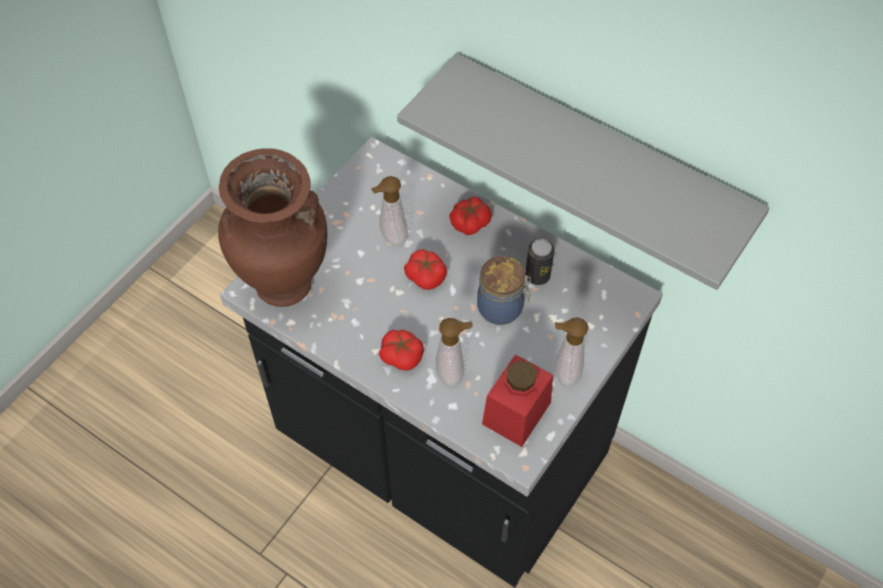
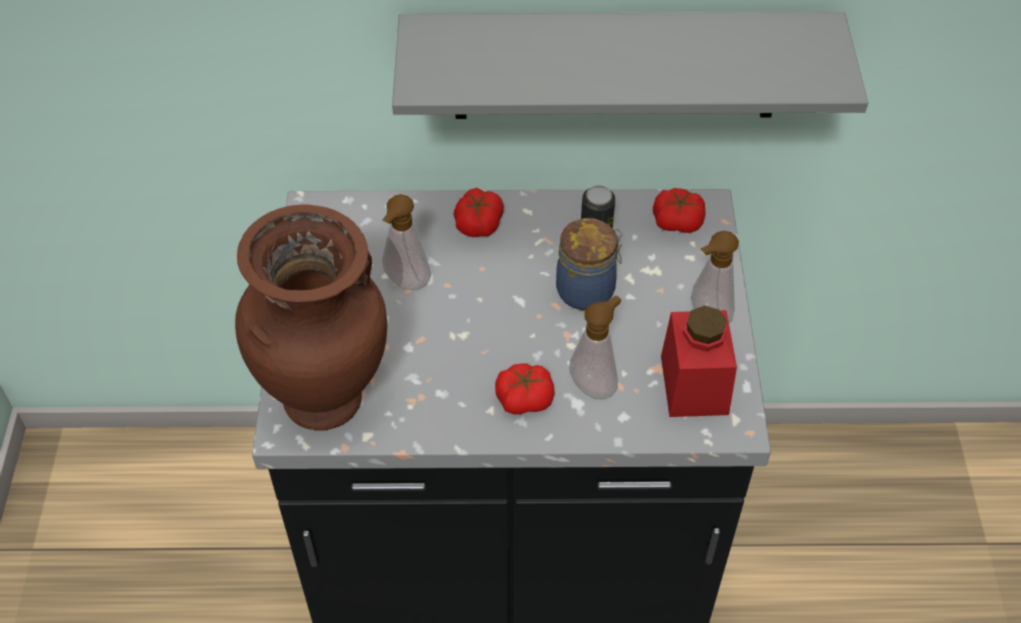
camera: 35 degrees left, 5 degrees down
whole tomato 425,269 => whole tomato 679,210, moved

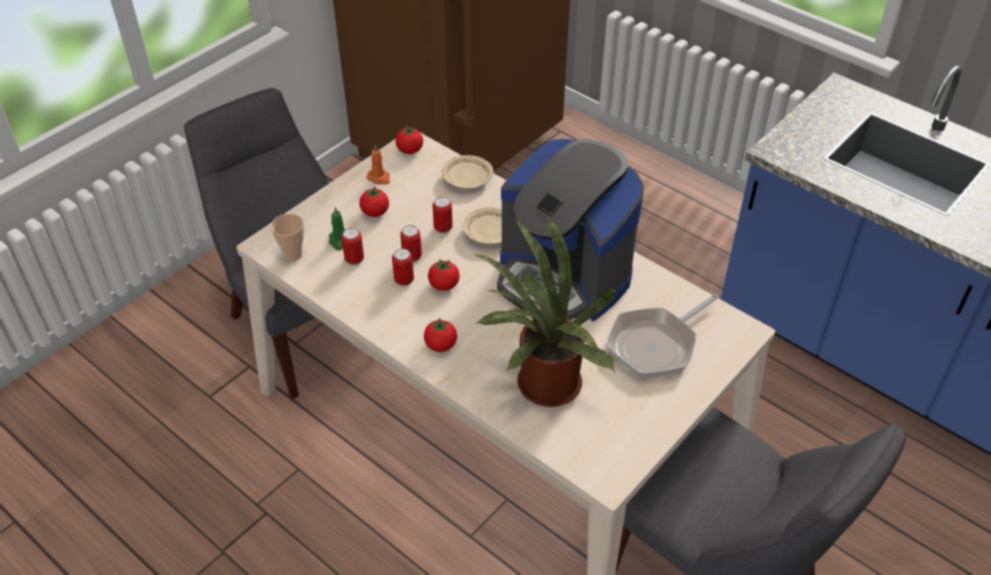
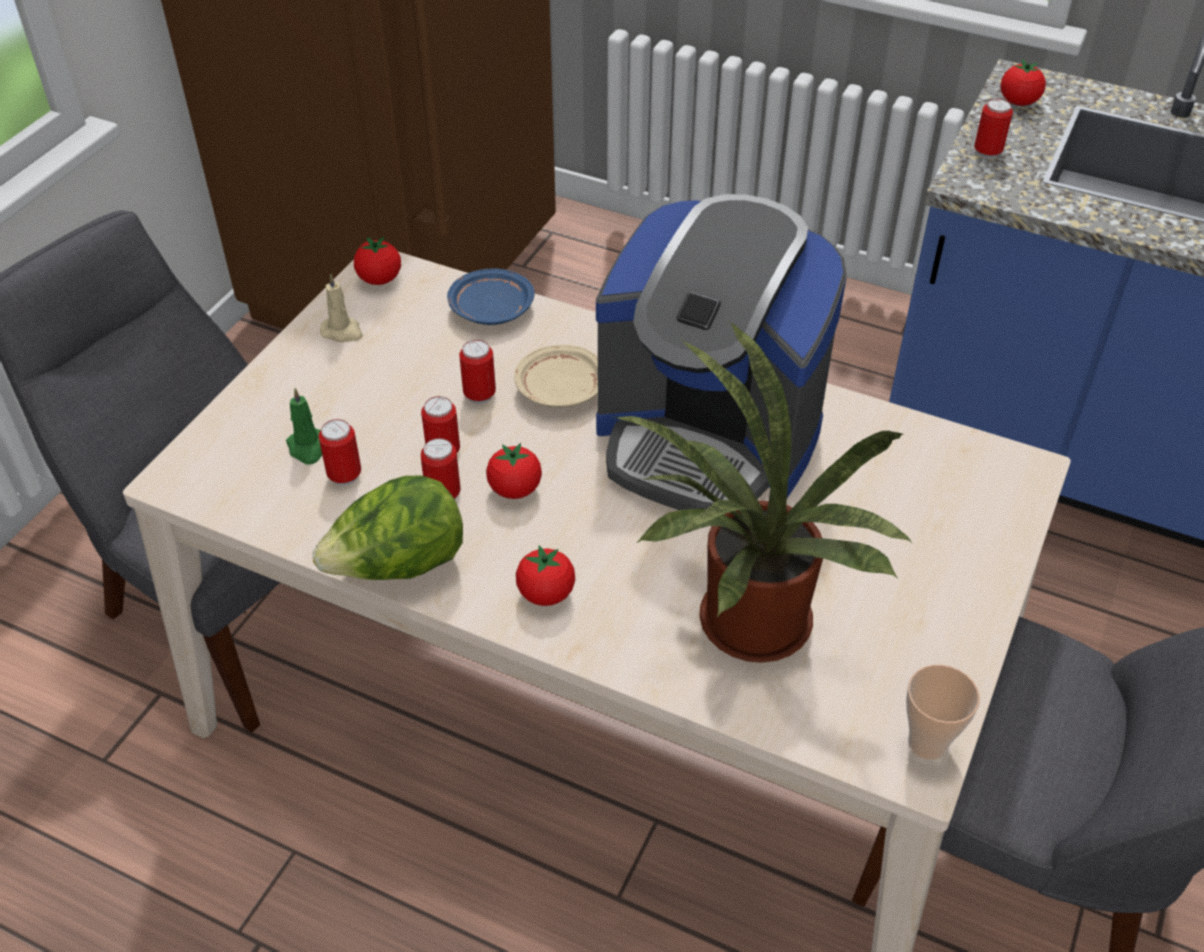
camera: 15 degrees left, 0 degrees up
small cup 287,237 => small cup 943,712, moved
whole tomato 374,201 => whole tomato 1023,82, moved
orangey wax candle 378,165 => beige-coloured wax candle 341,307
beige-coloured plate 467,172 => blue-coloured plate 491,296
skillet 663,336 => nothing
nothing => head of lettuce 387,527
nothing => can 993,128

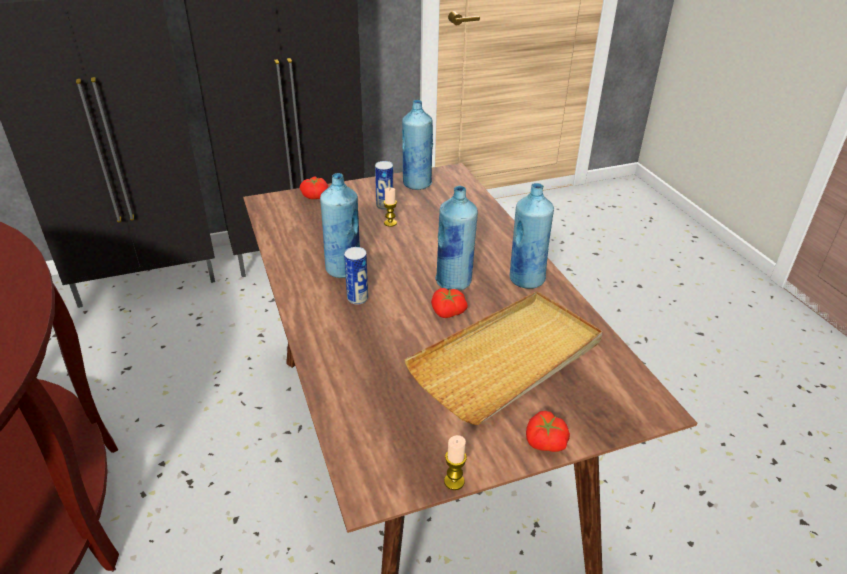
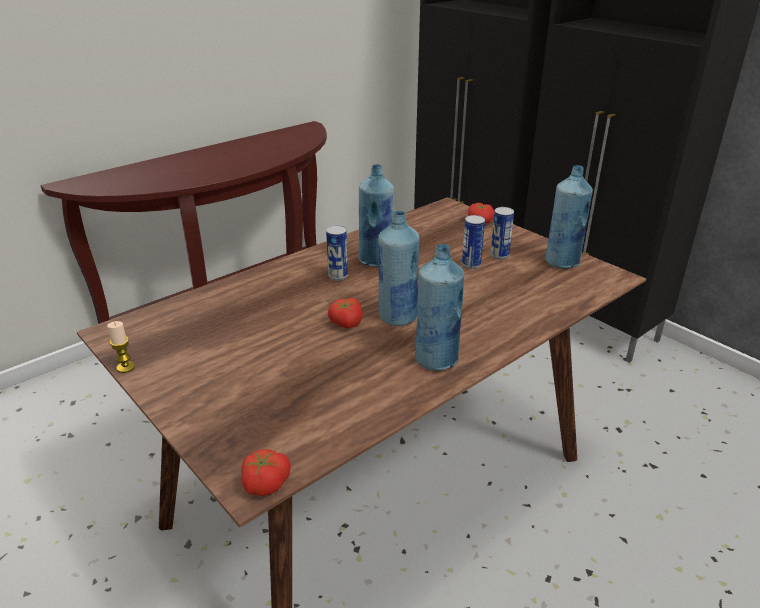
camera: 70 degrees right, 5 degrees down
wax candle 390,207 => can 473,242
beige-coloured tray 503,358 => nothing
whole tomato 548,431 => whole tomato 266,472, moved

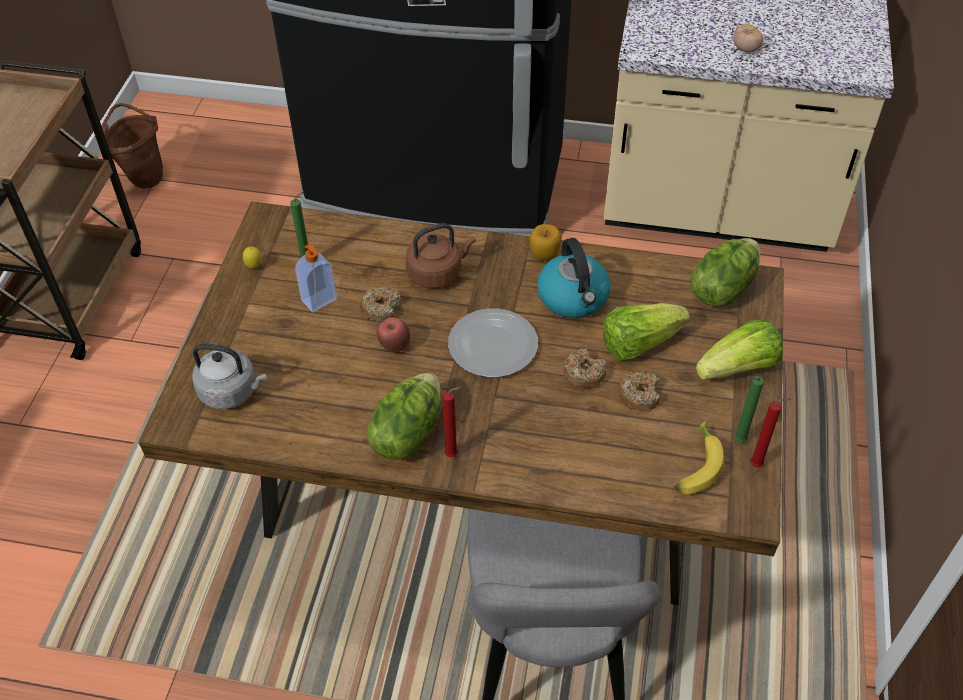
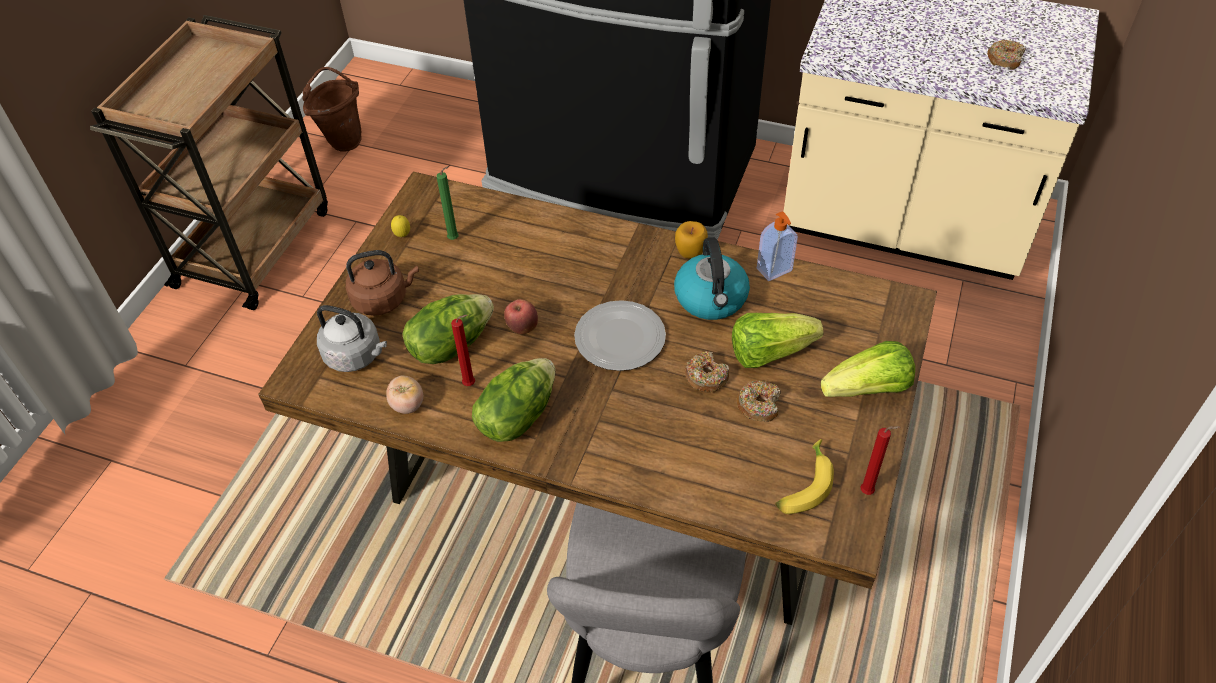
camera: 10 degrees right, 0 degrees up
liquid soap bottle 316,277 => liquid soap bottle 777,246, moved
doughnut 381,304 => doughnut 1006,55, moved
brown water kettle 441,255 => brown water kettle 382,283, moved
red-coloured wax candle 451,422 => red-coloured wax candle 463,350, moved
head of lettuce 725,272 => head of lettuce 448,329, moved
whole tomato 748,38 => whole tomato 404,394, moved
green-coloured wax candle 749,409 => nothing

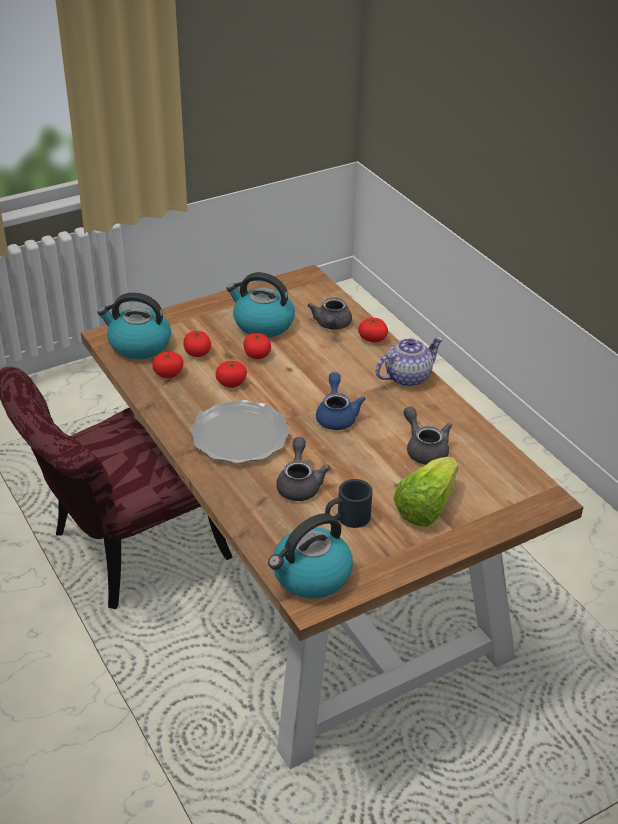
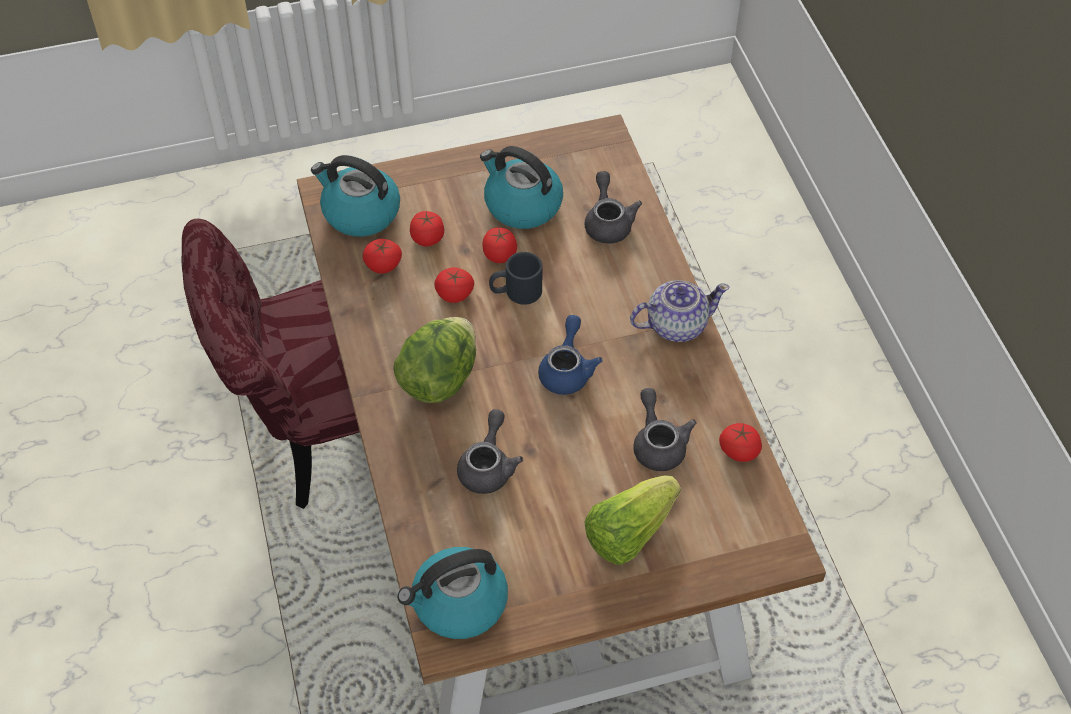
camera: 15 degrees right, 15 degrees up
plate 240,432 => head of lettuce 434,360
greyish teapot 329,313 => greyish teapot 613,207, 150 degrees clockwise
blackish mug 349,503 => blackish mug 516,278, moved
whole tomato 373,330 => whole tomato 740,442, moved

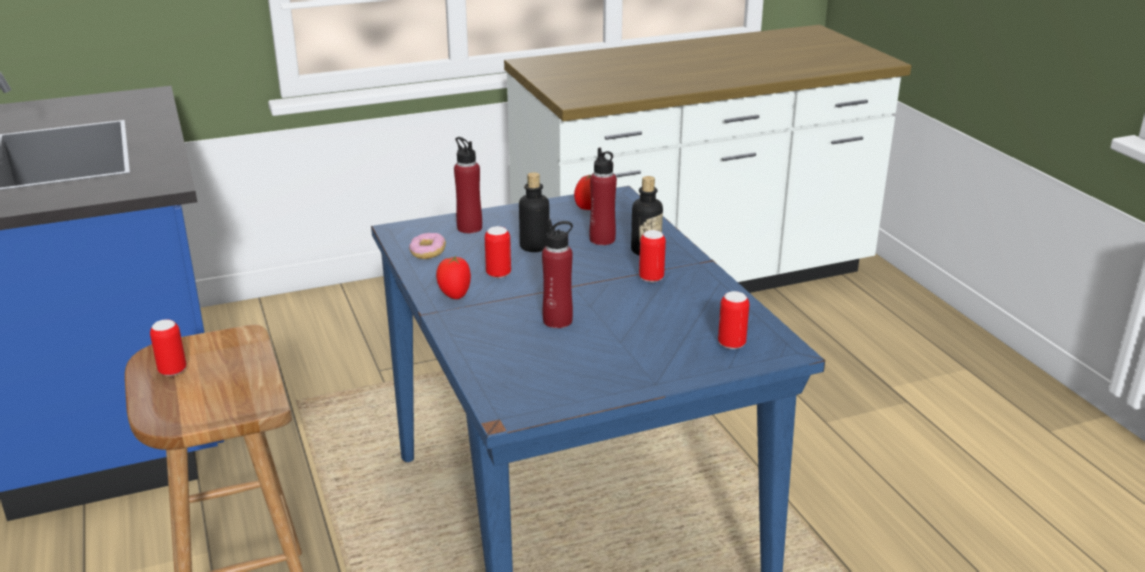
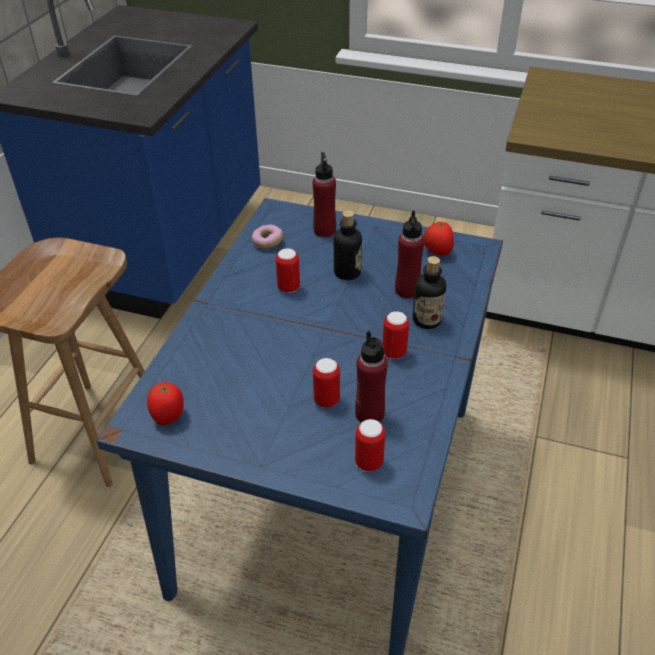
camera: 40 degrees right, 15 degrees up
can 168,347 => can 326,383, moved
whole tomato 453,277 => whole tomato 165,403, moved
red-coloured bottle 557,273 => red-coloured bottle 371,377, moved

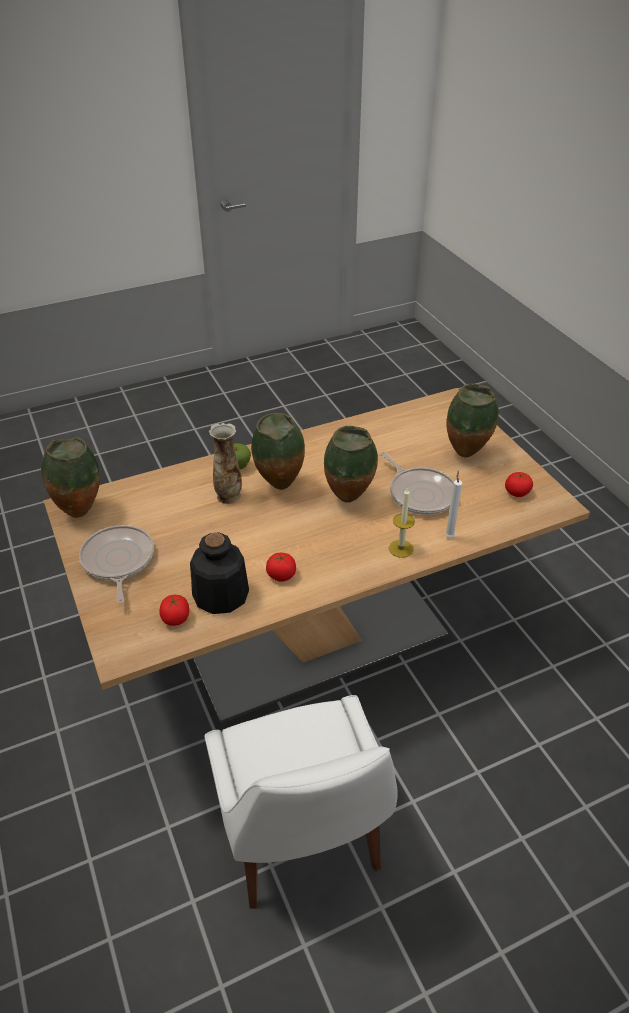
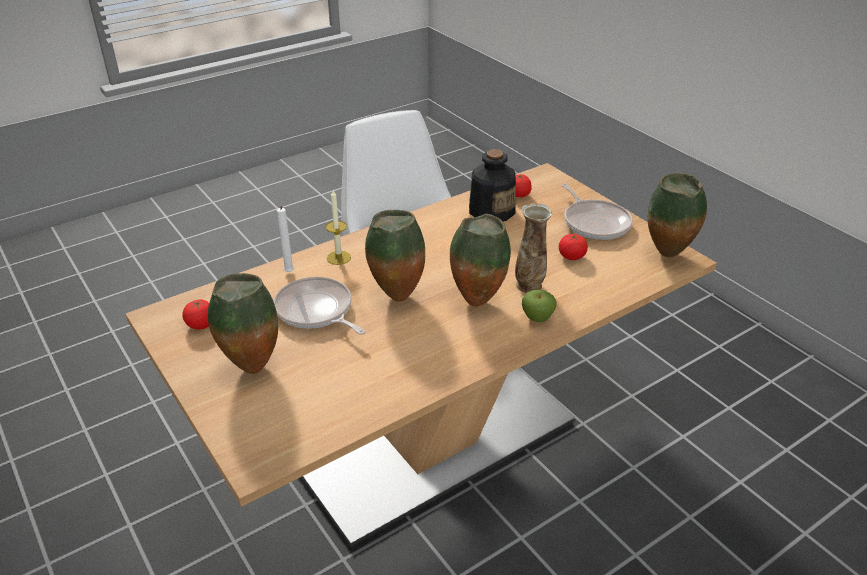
camera: 170 degrees right, 5 degrees down
whole tomato 281,567 => whole tomato 573,246, moved

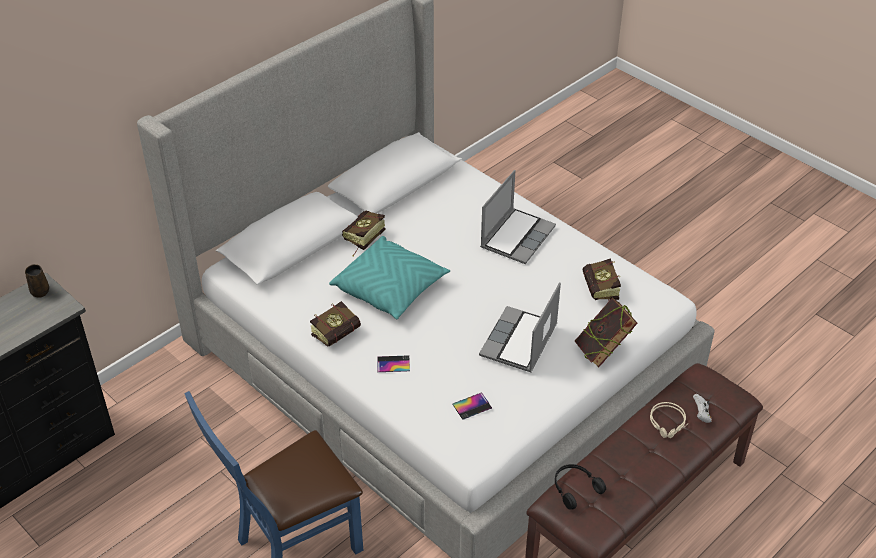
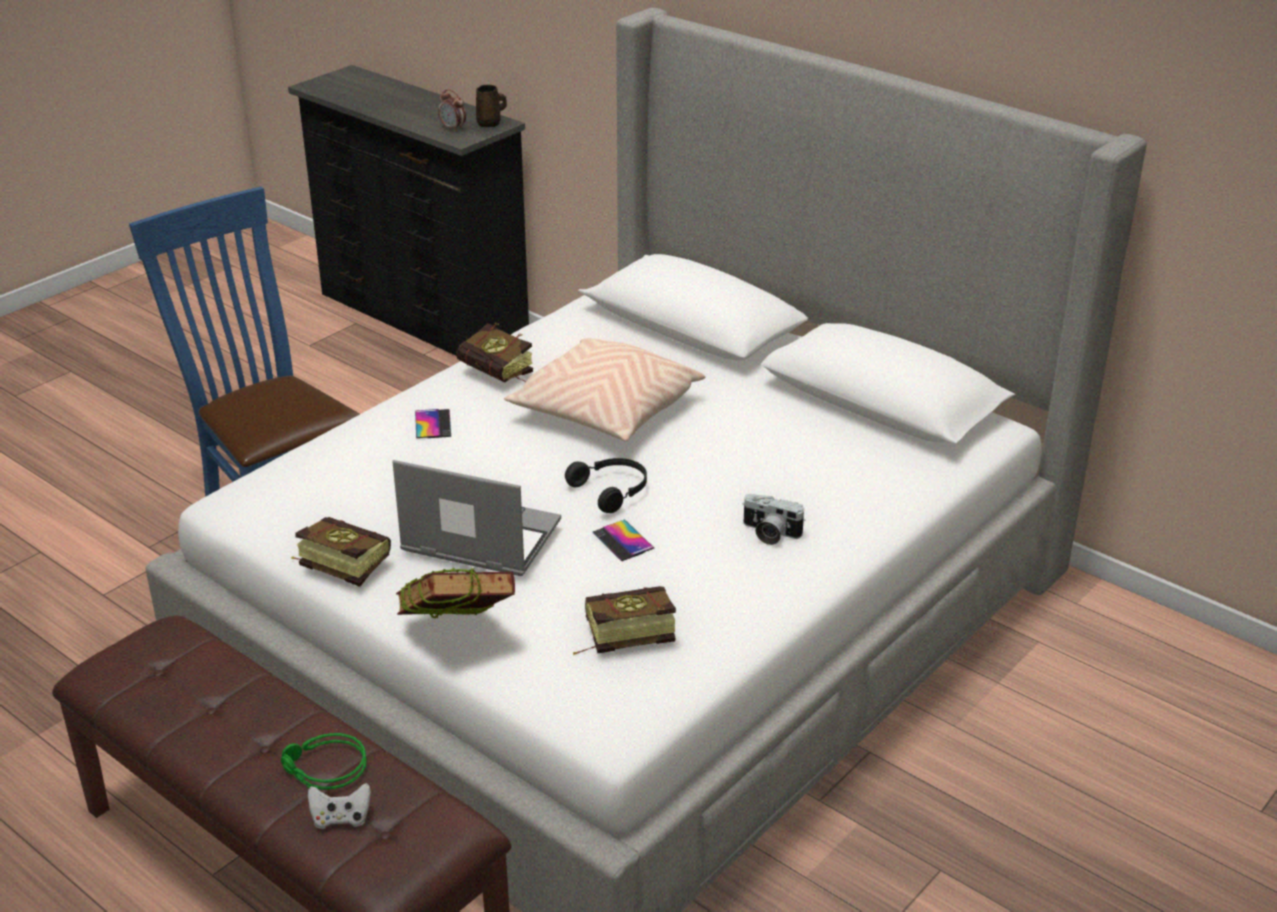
camera: 85 degrees right, 10 degrees down
turquoise throw pillow 389,277 => beige-coloured throw pillow 604,390
book 363,234 => book 341,552, moved
phone 472,406 => phone 623,540, moved
portable computer 518,217 => photo camera 773,519
blackish pair of headphones 580,487 => blackish pair of headphones 606,485, moved
beige-coloured pair of headphones 669,420 => green-coloured pair of headphones 324,761
nothing => bedside clock 452,110

